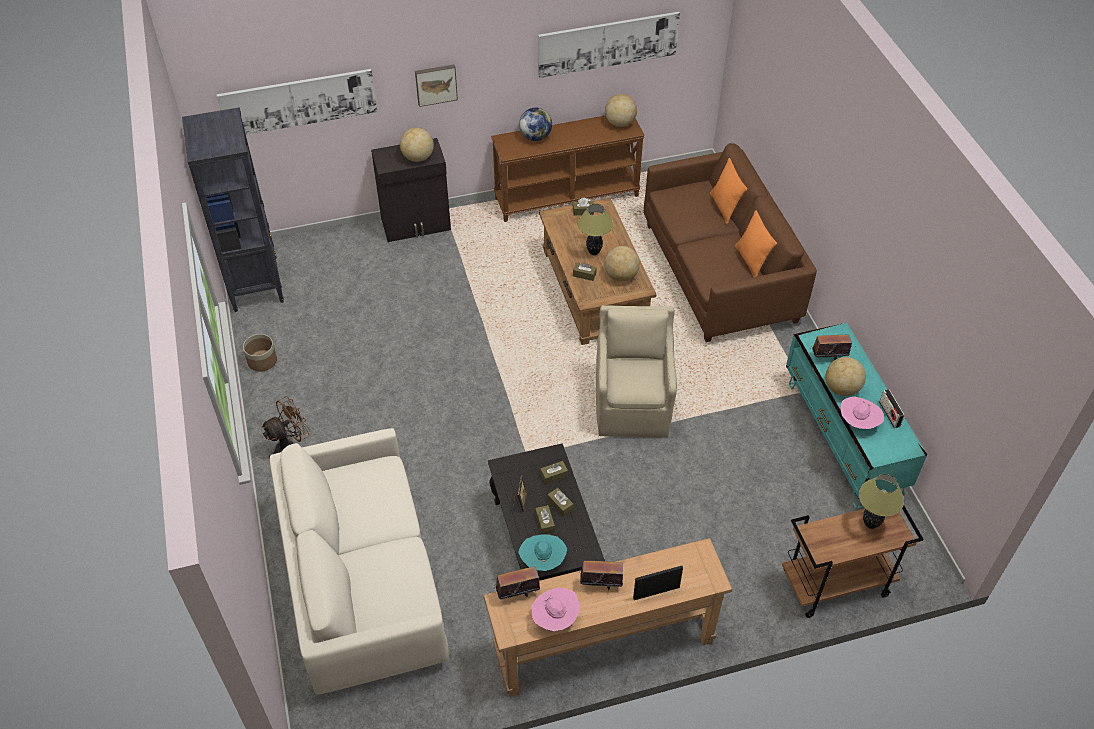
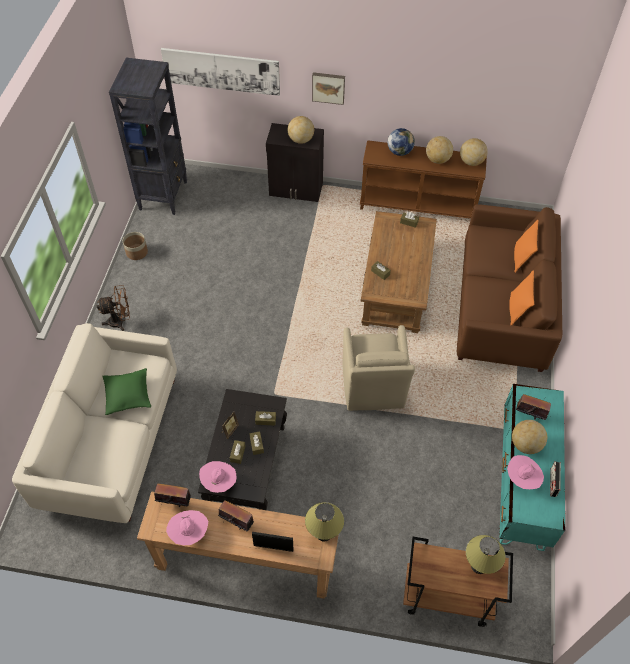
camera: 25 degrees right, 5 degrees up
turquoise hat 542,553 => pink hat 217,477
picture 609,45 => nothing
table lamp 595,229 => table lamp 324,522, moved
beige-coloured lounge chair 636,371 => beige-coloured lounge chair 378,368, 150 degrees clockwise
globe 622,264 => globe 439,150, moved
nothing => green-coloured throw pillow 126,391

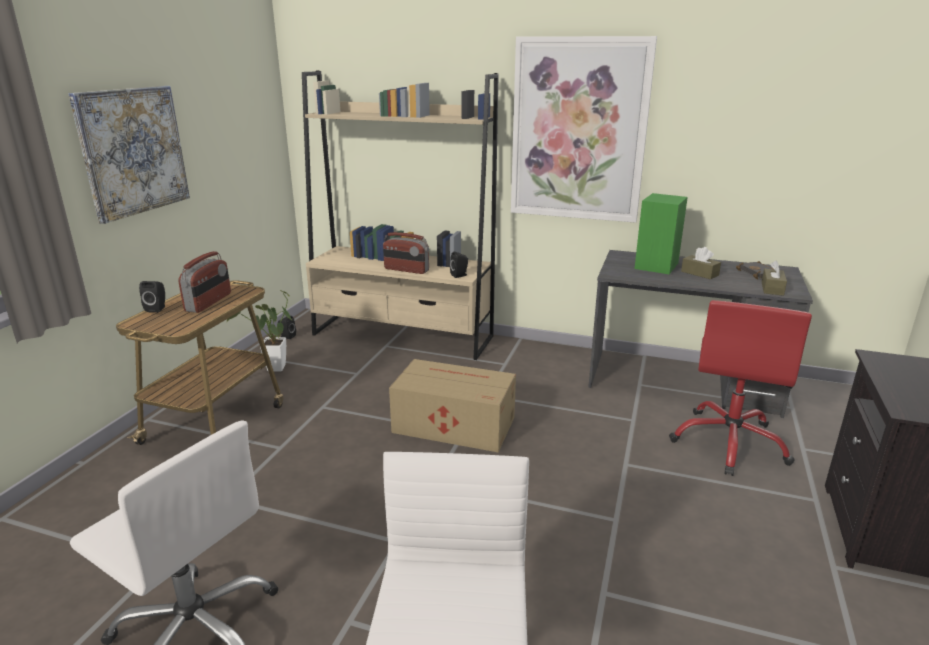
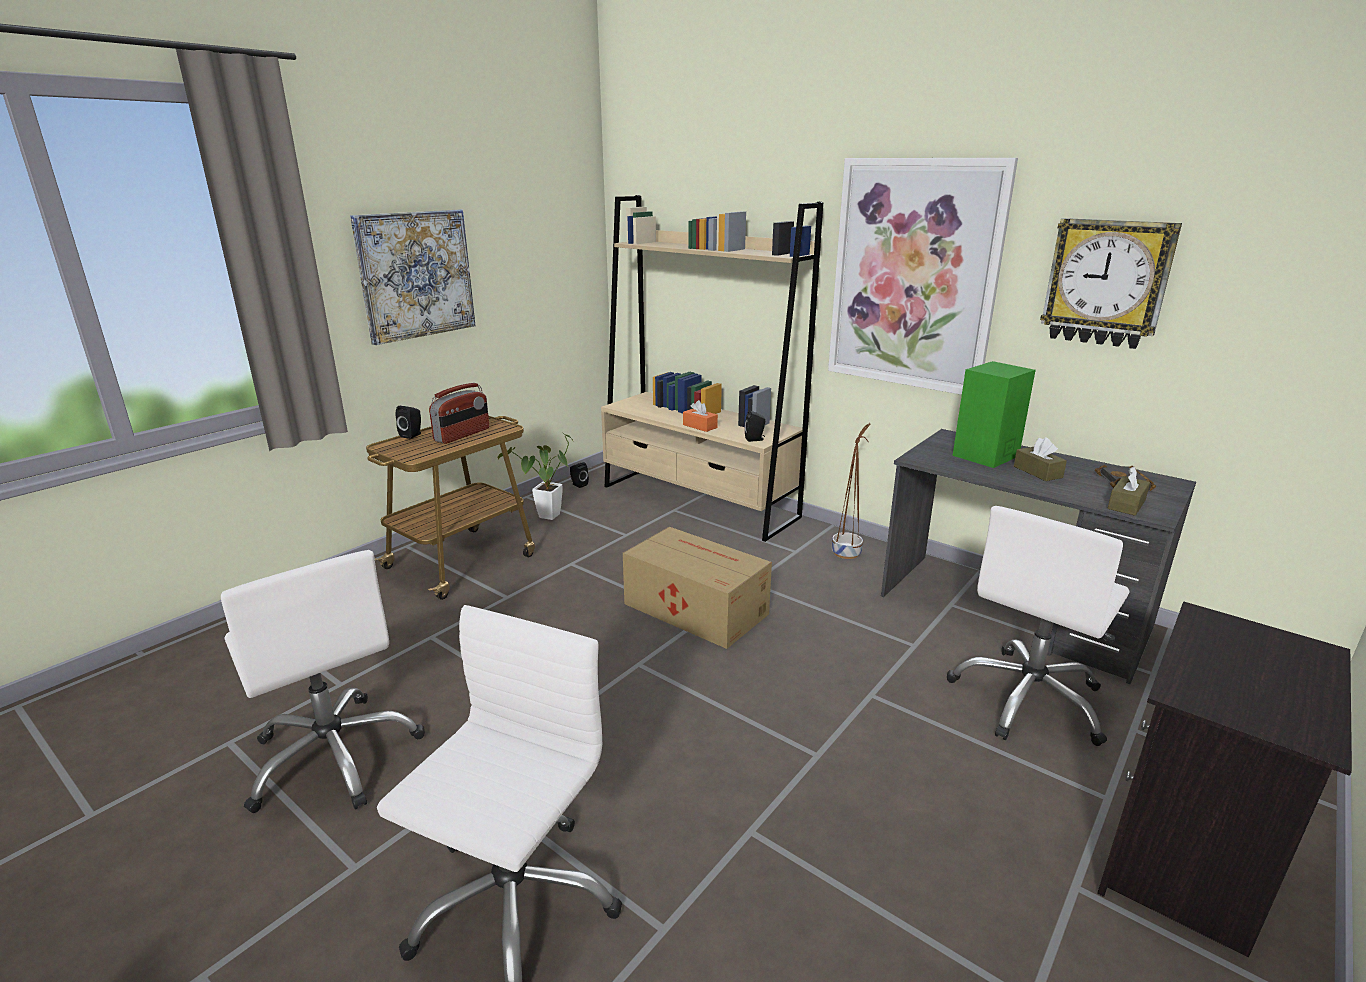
camera: 20 degrees right, 0 degrees up
radio receiver 406,253 => orangey tissue box 700,416
red-coloured computer chair 740,388 => white-coloured computer chair 1038,626
nothing => brown plant pot 851,491
nothing => hanging clock 1111,283

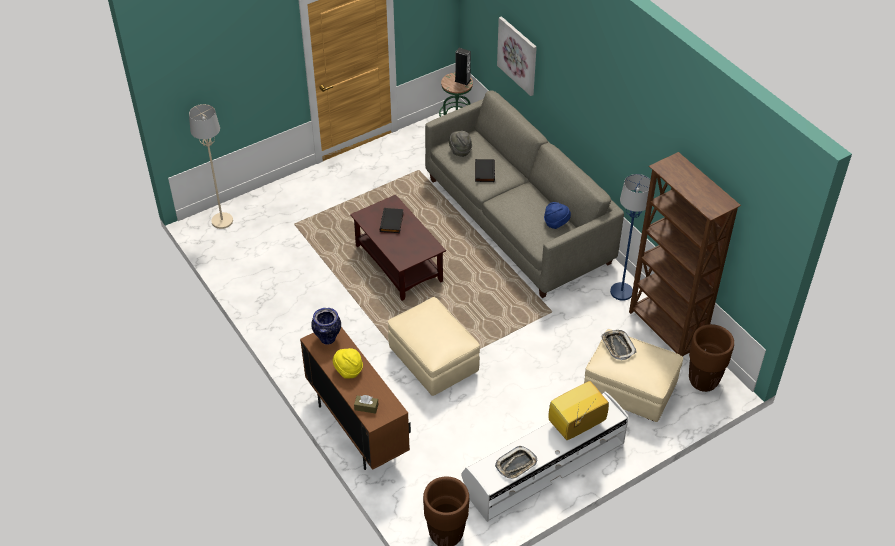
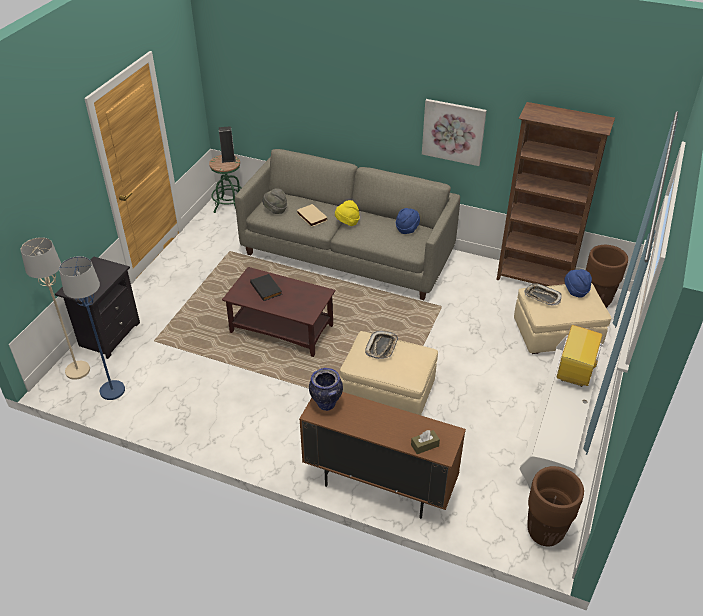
camera: 35 degrees left, 5 degrees down
yellow-coloured hat 348,363 => yellow-coloured hat 347,213, moved
blackish book 485,170 => beige-coloured book 312,215
tray 516,462 => tray 381,345, moved
picture 517,56 => picture 454,132, moved
blue-coloured floor lamp 630,237 => blue-coloured floor lamp 92,328, moved
nothing => blackish night table 97,308
nothing => blue-coloured hat 578,283

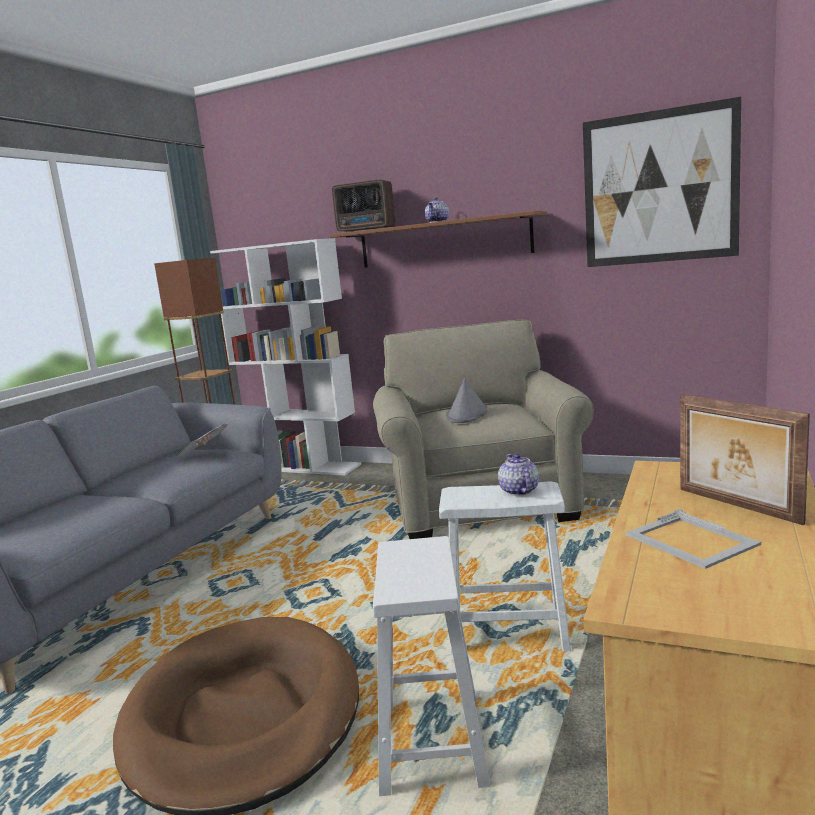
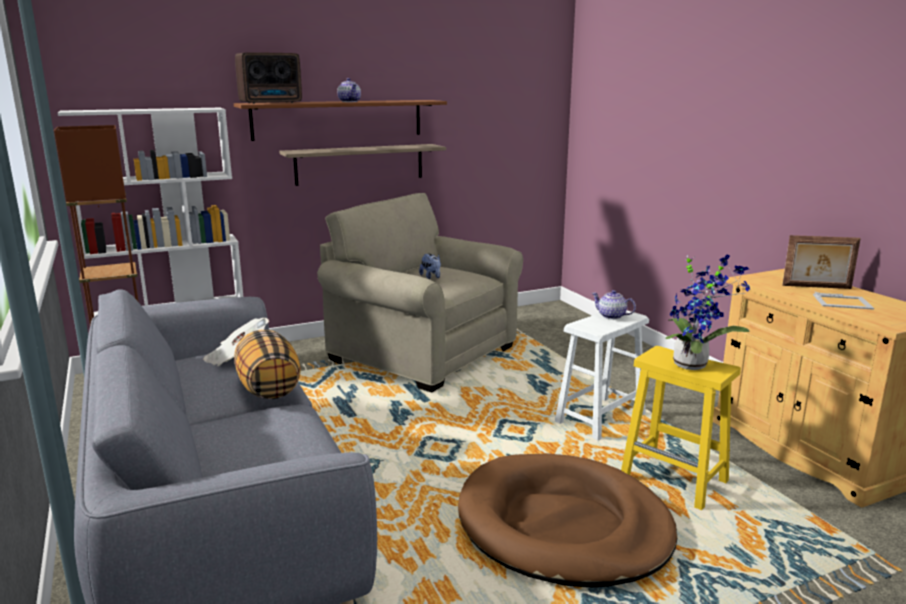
camera: 50 degrees left, 5 degrees up
white-coloured sitting stool 431,666 => yellow-coloured sitting stool 681,428
greyish hat 467,400 => soft toy 430,266
picture 662,182 => nothing
nothing => throw pillow 267,364
nothing => bracket shelf 363,165
nothing => plant in a pot 707,312

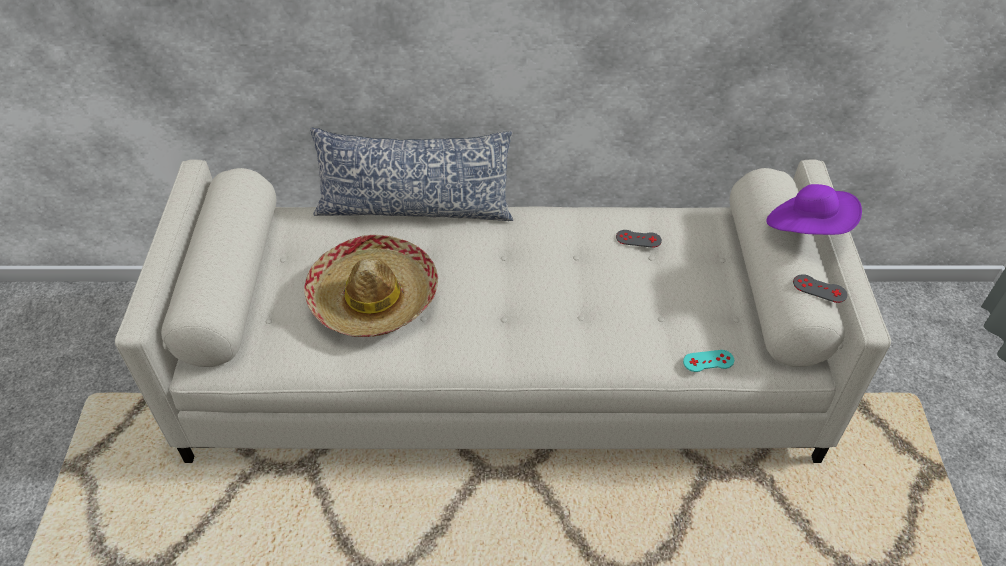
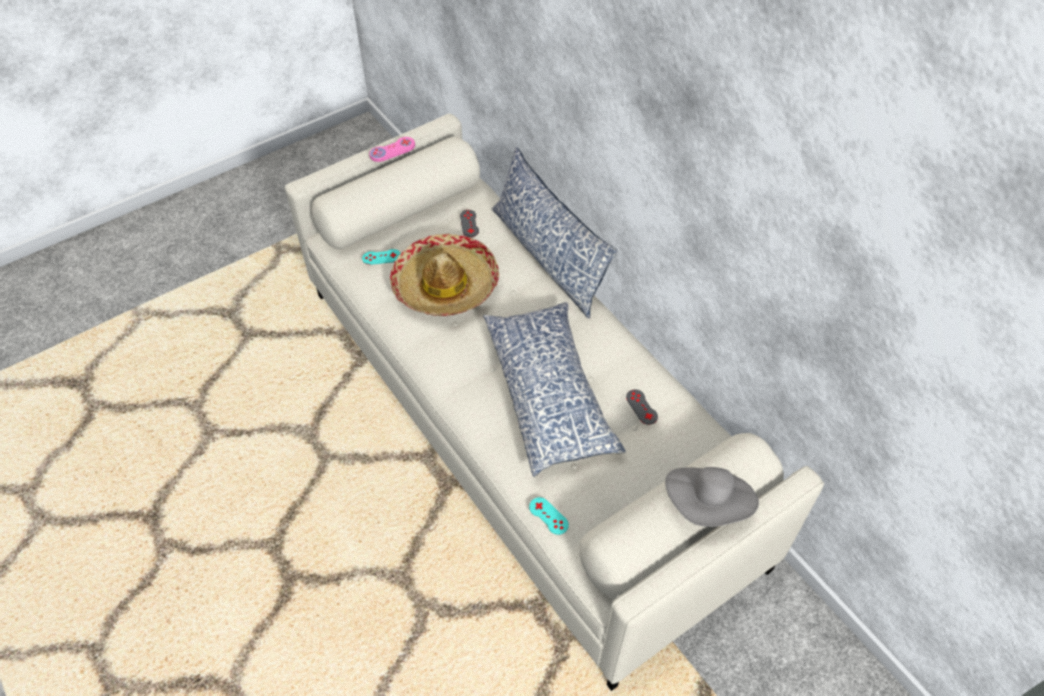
camera: 55 degrees right, 5 degrees up
purplish hat 814,209 => greyish hat 712,497
greyish joypad 820,288 => greyish joypad 469,223, moved
nothing => turquoise joypad 381,257
nothing => pink joypad 392,149
nothing => throw pillow 554,389

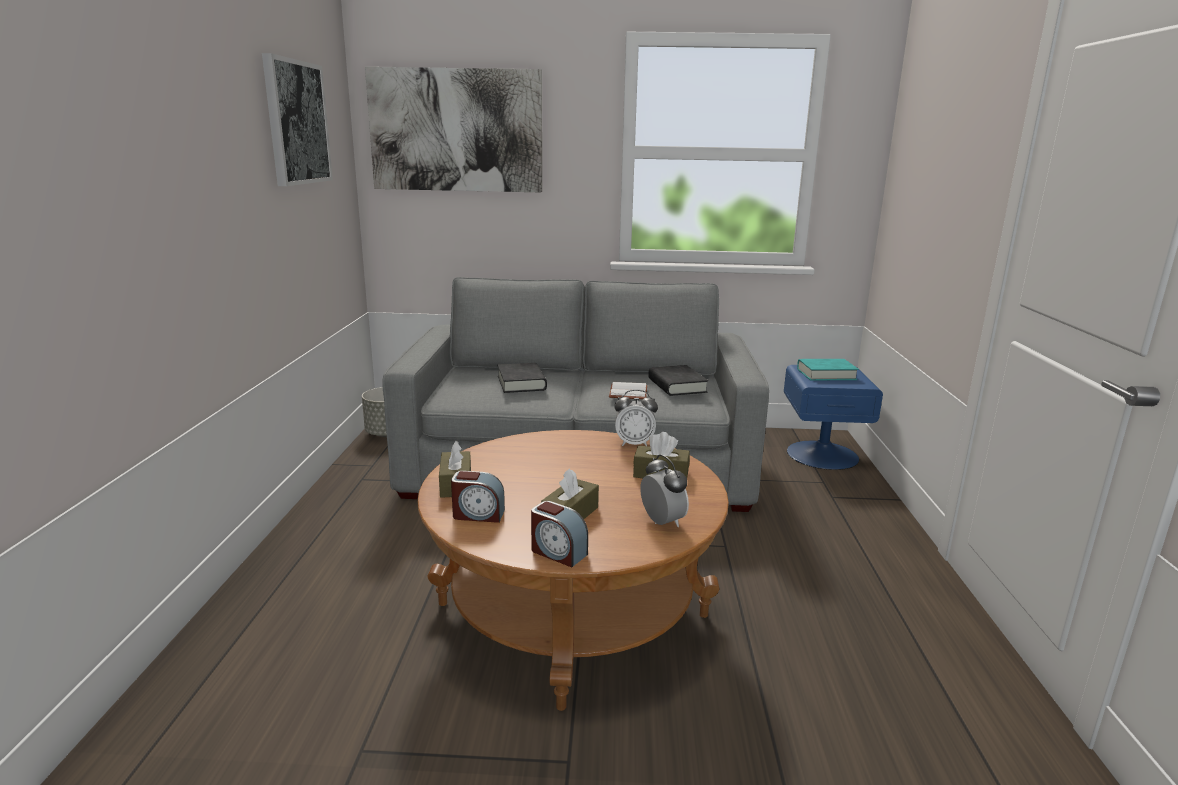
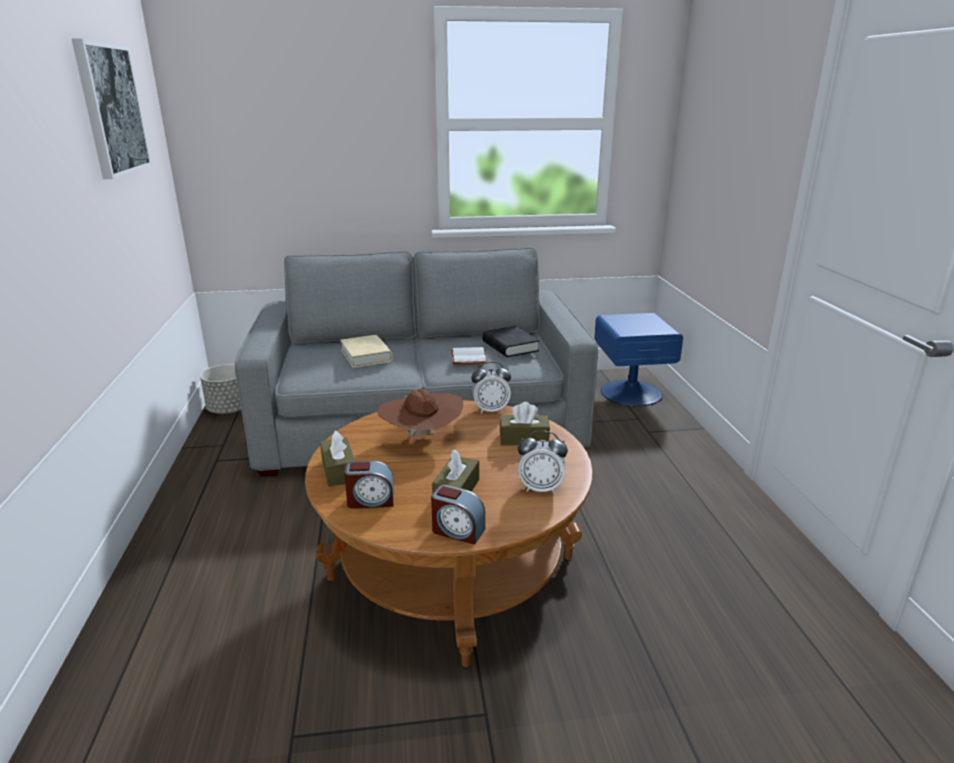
camera: 10 degrees left, 5 degrees up
picture 453,130 => nothing
blackish book 522,378 => beige-coloured book 366,351
bedside clock 664,490 => bedside clock 542,462, 135 degrees clockwise
turquoise book 828,370 => nothing
nothing => brown hat 420,414

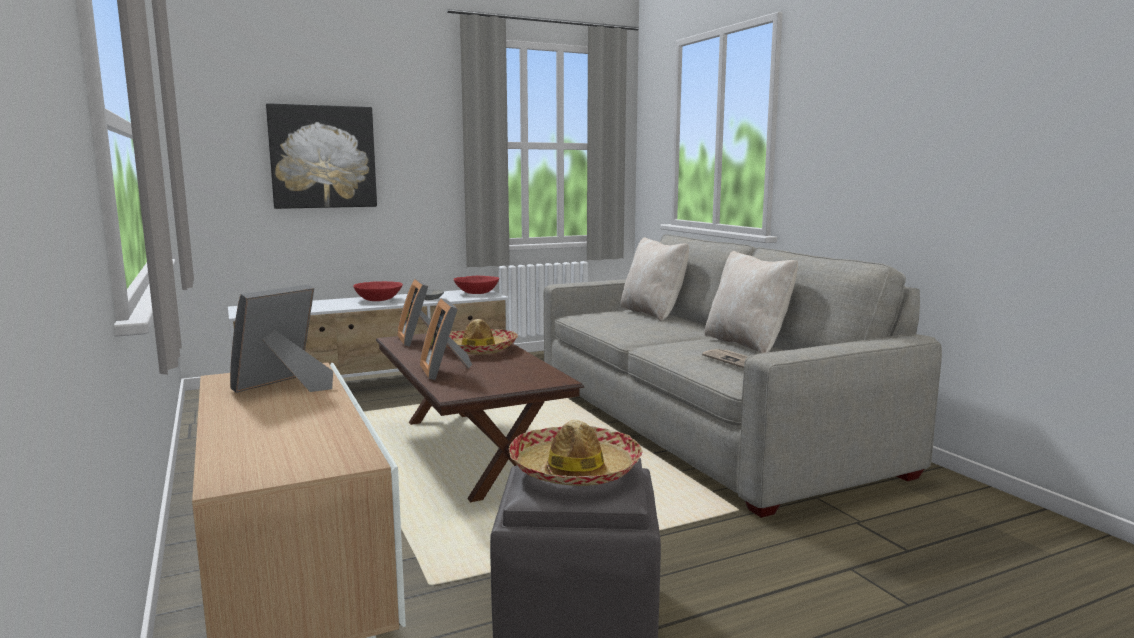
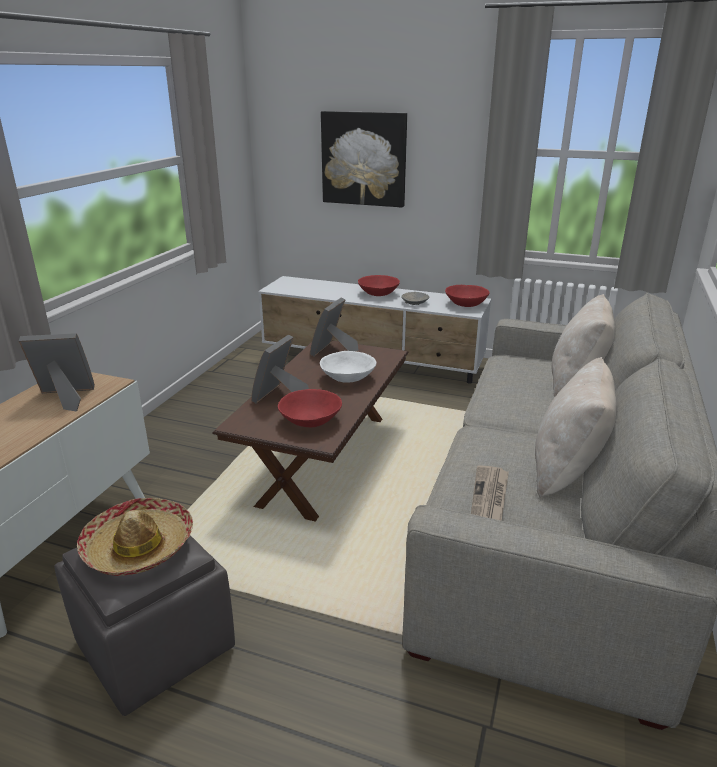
camera: 45 degrees right, 15 degrees up
hat 482,337 => white-coloured serving bowl 348,367
nothing => red-coloured serving bowl 310,408

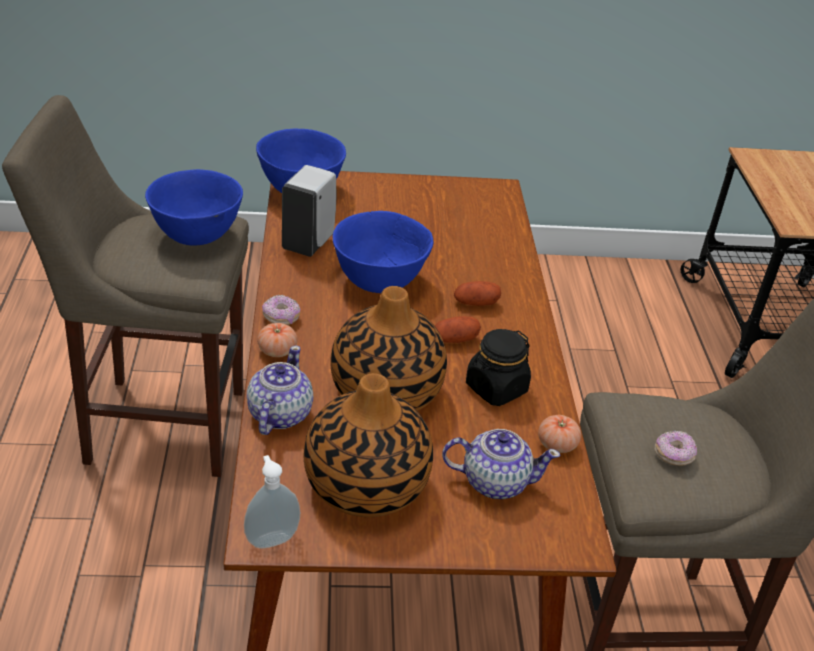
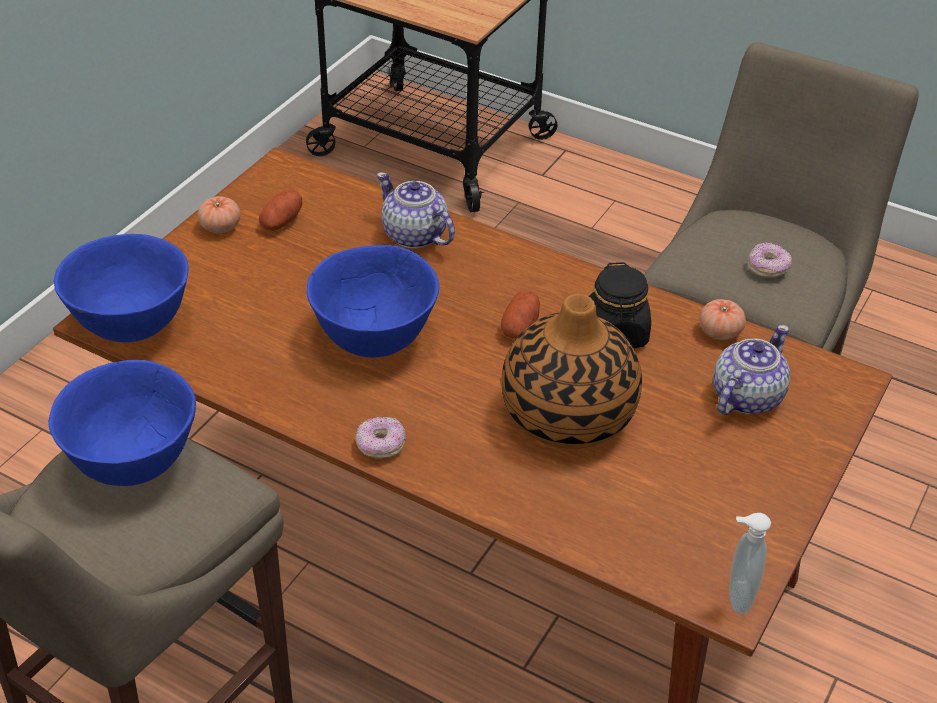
camera: 55 degrees left, 5 degrees up
teapot 280,390 => teapot 416,210, moved
whole tomato 277,340 => whole tomato 219,214, moved
white-coloured liquid soap bottle 309,211 => nothing
decorative vase 368,445 => nothing
whole potato 477,293 => whole potato 280,209, moved

